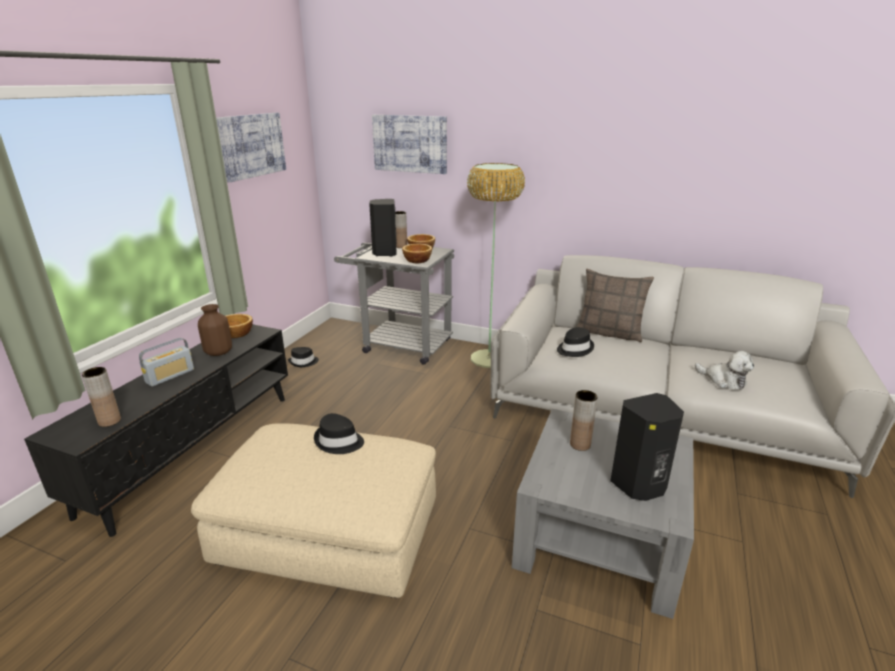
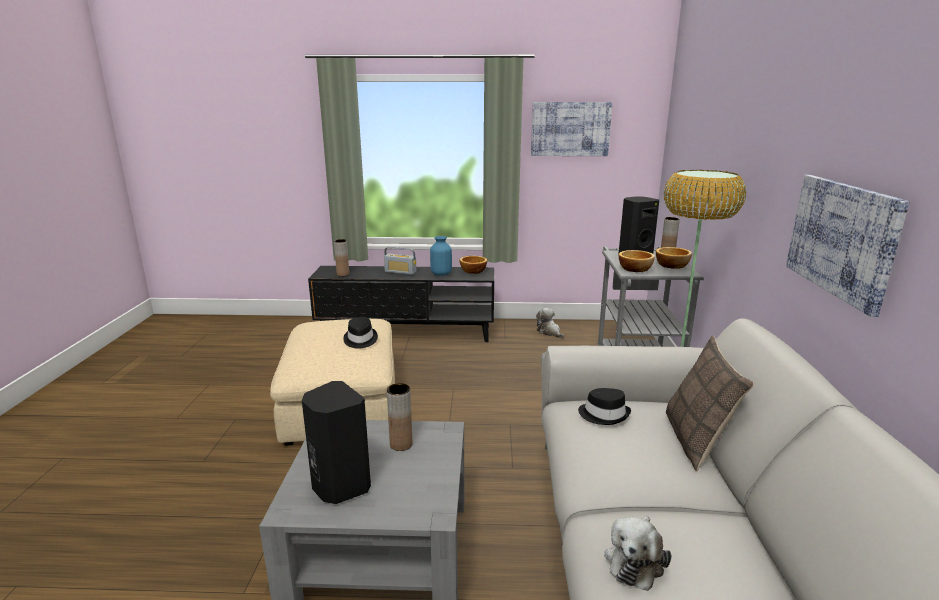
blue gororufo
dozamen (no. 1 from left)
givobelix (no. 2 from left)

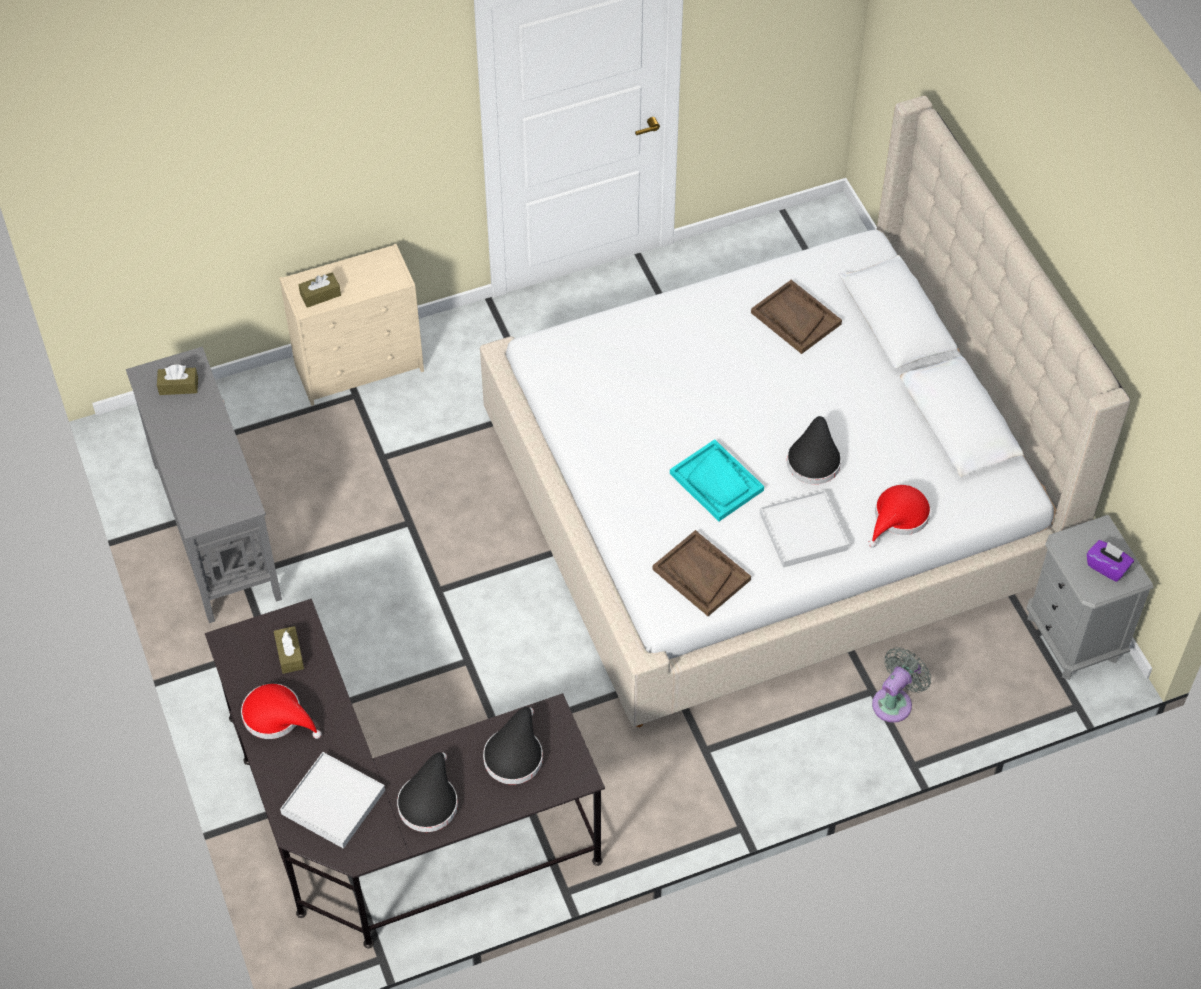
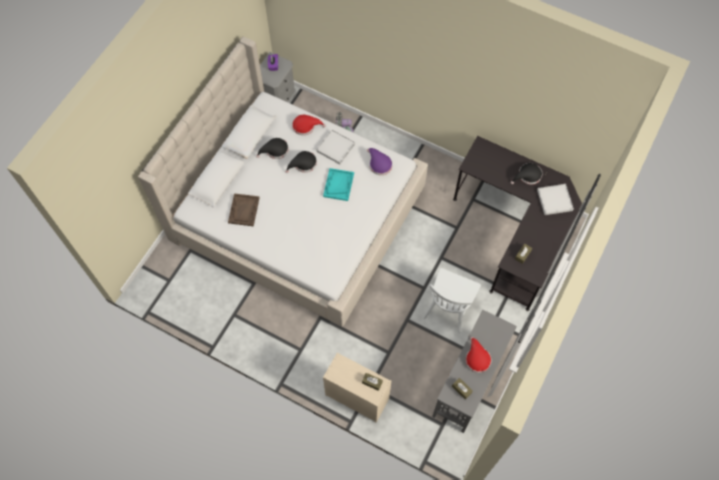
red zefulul (no. 2 from left)
black zefulul (no. 1 from left)
purple zefulul
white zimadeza

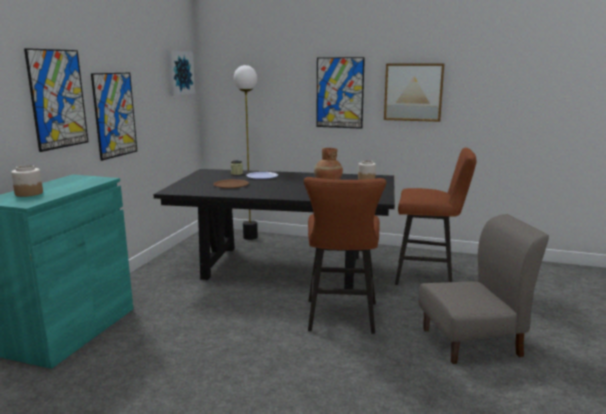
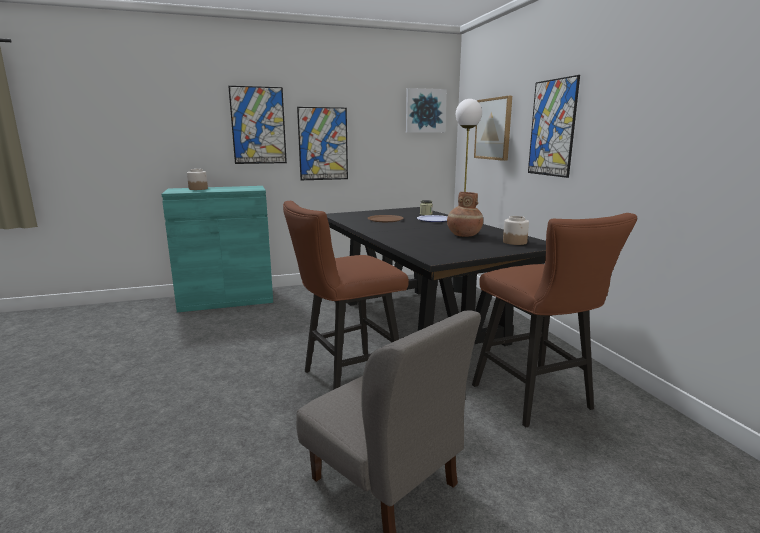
givobelix (no. 4 from left)

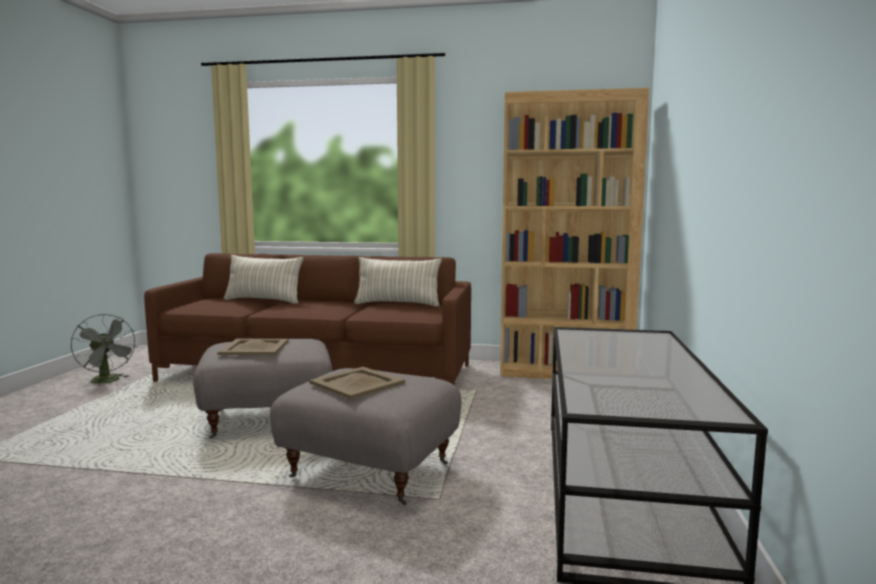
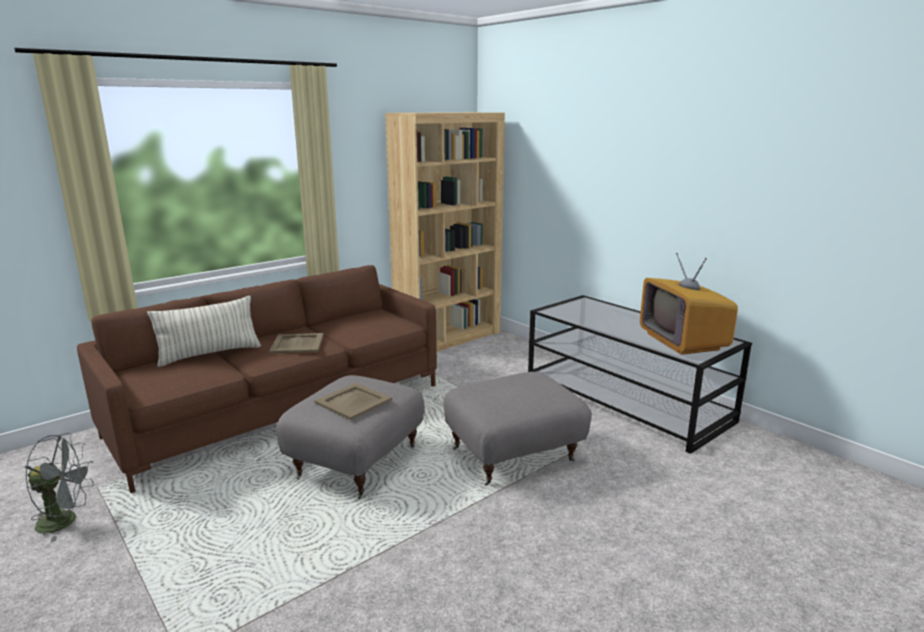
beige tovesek (no. 1 from left)
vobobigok (no. 2 from left in the first image)
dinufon

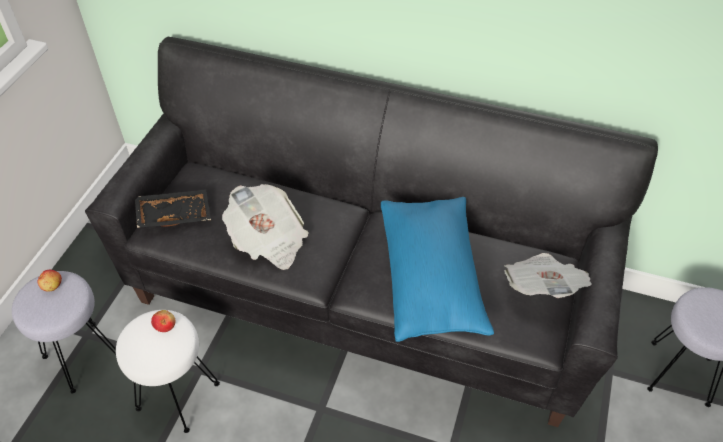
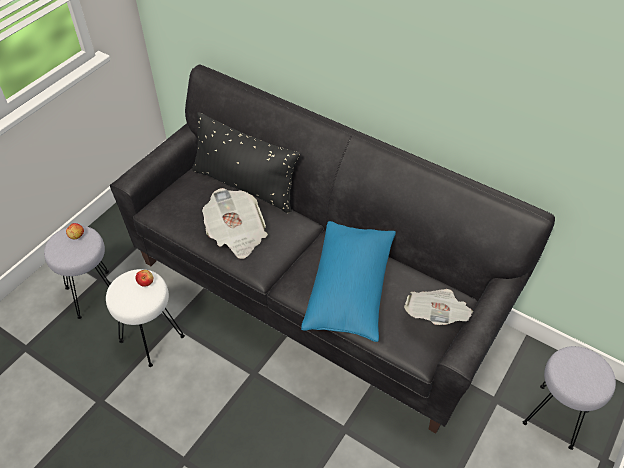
black tovesek
black vobobigok

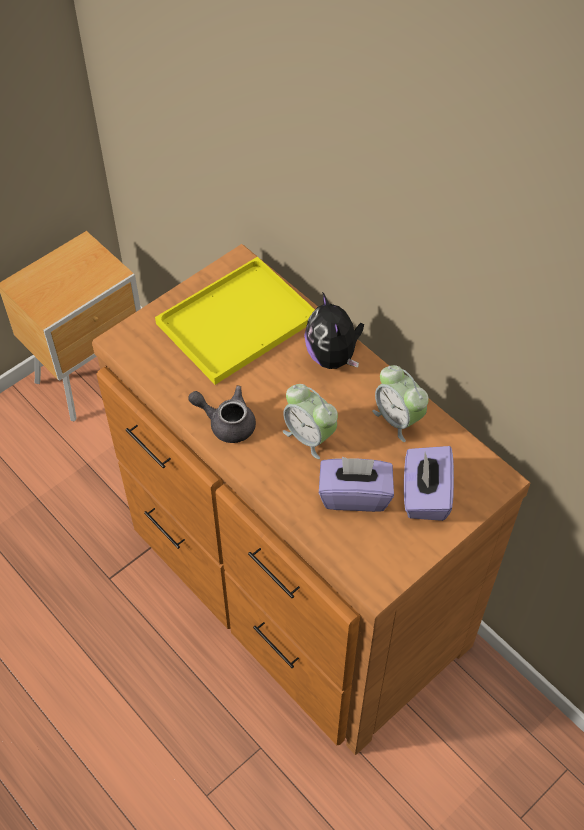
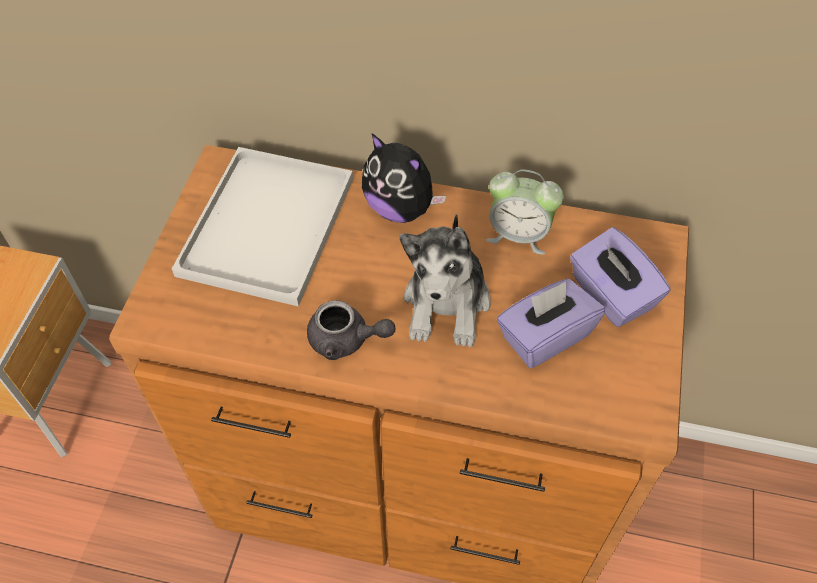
white tovesek
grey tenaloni
dozamen (no. 2 from left)

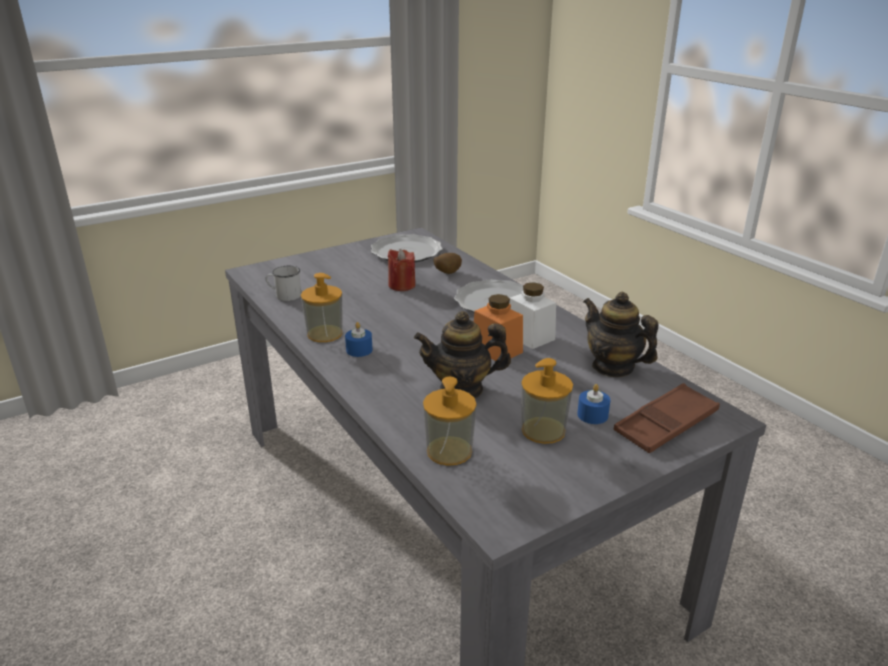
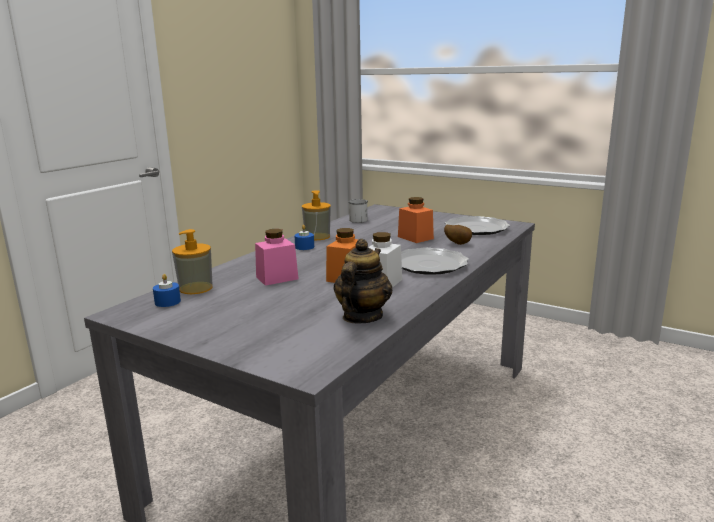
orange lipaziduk (no. 2 from left)
pink lipaziduk
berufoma (no. 3 from left in the first image)
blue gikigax (no. 1 from left)
brown tovesek

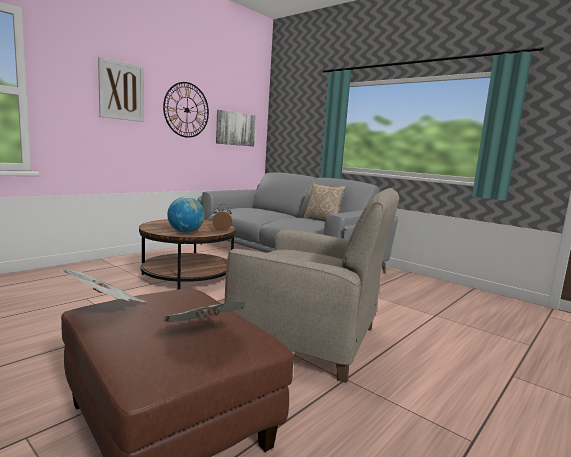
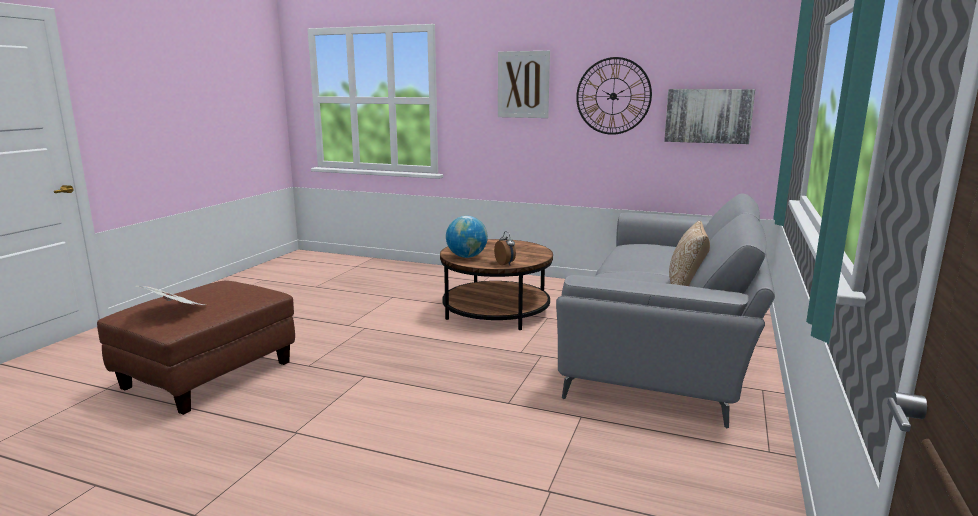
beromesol (no. 1 from left in the first image)
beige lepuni

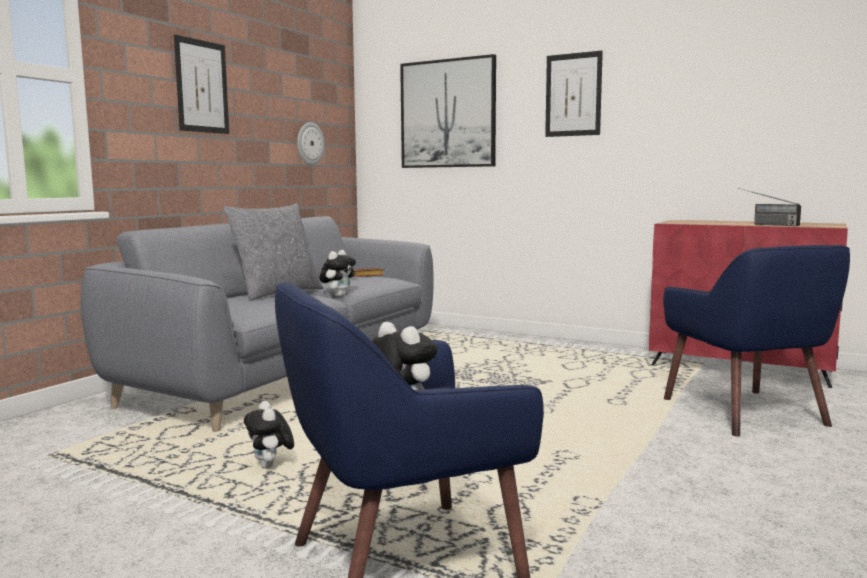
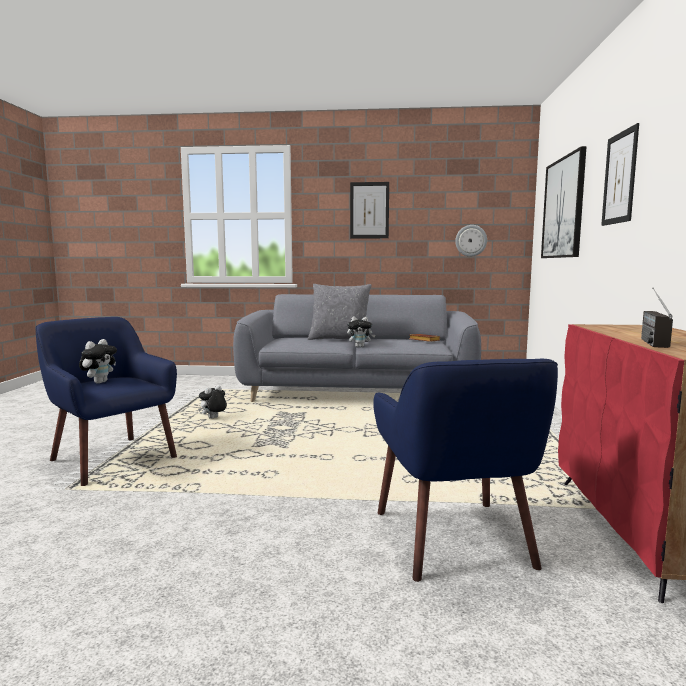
blue lepuni (no. 2 from left)

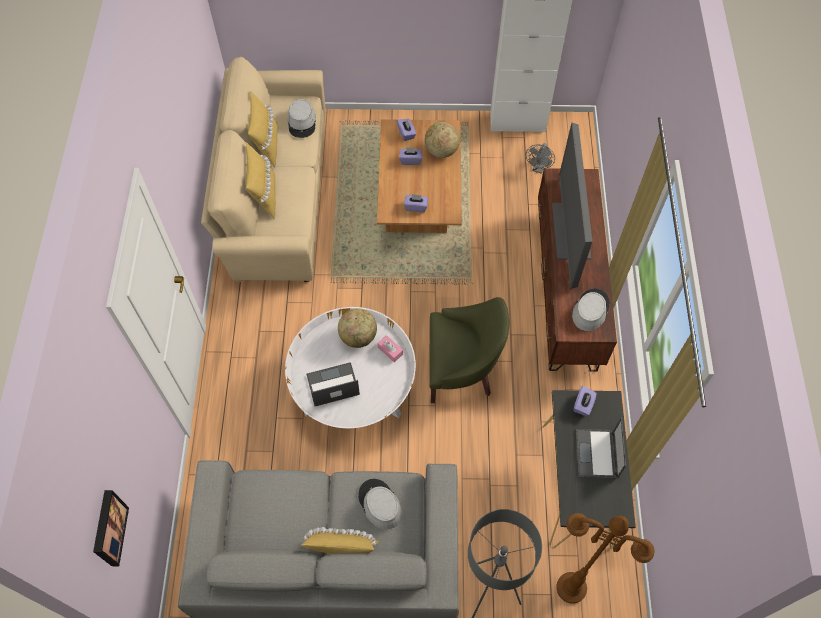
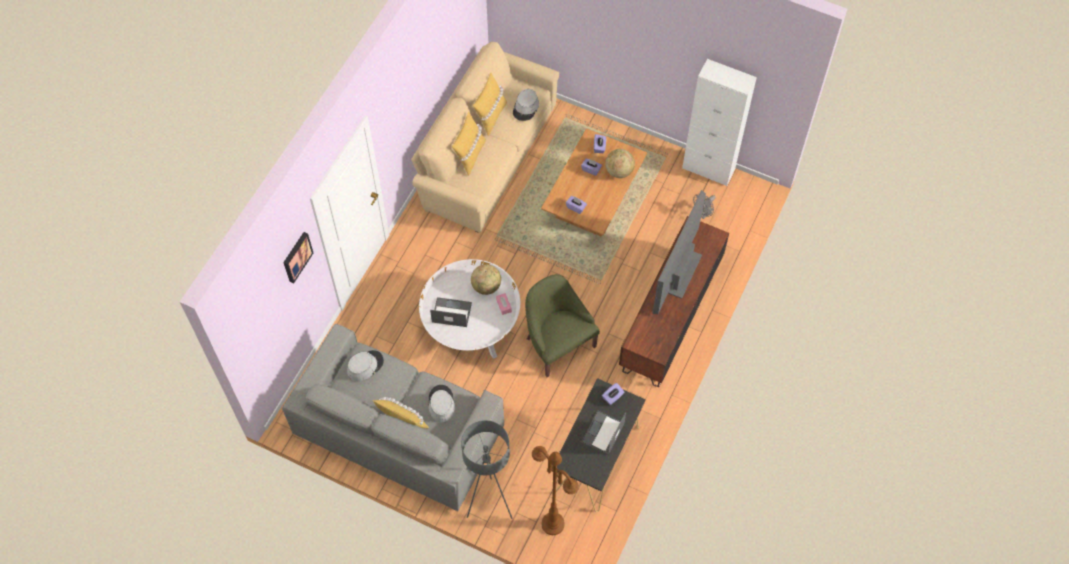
givobelix
green lepuni
grey zefulul (no. 1 from left)

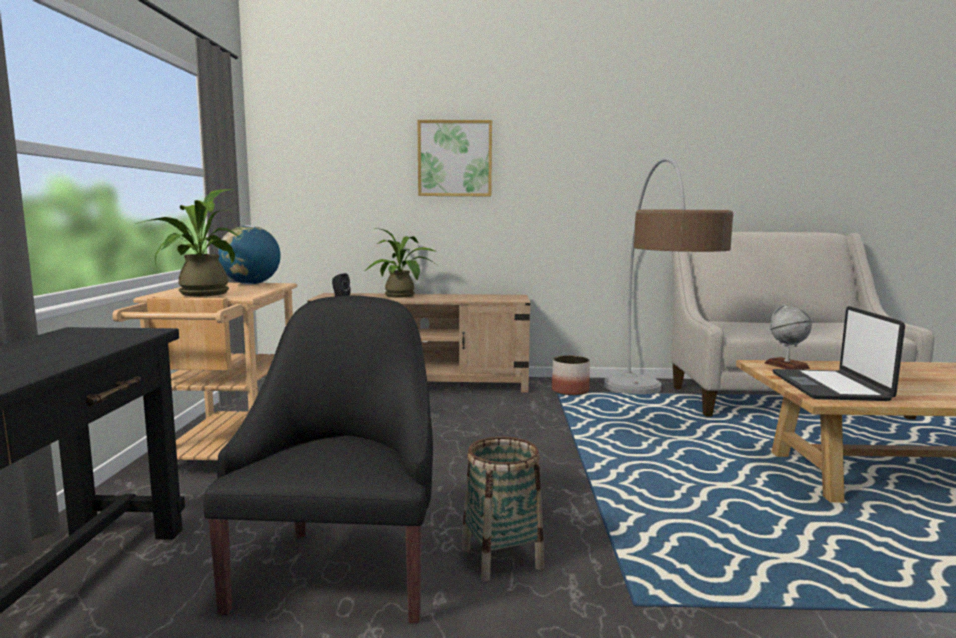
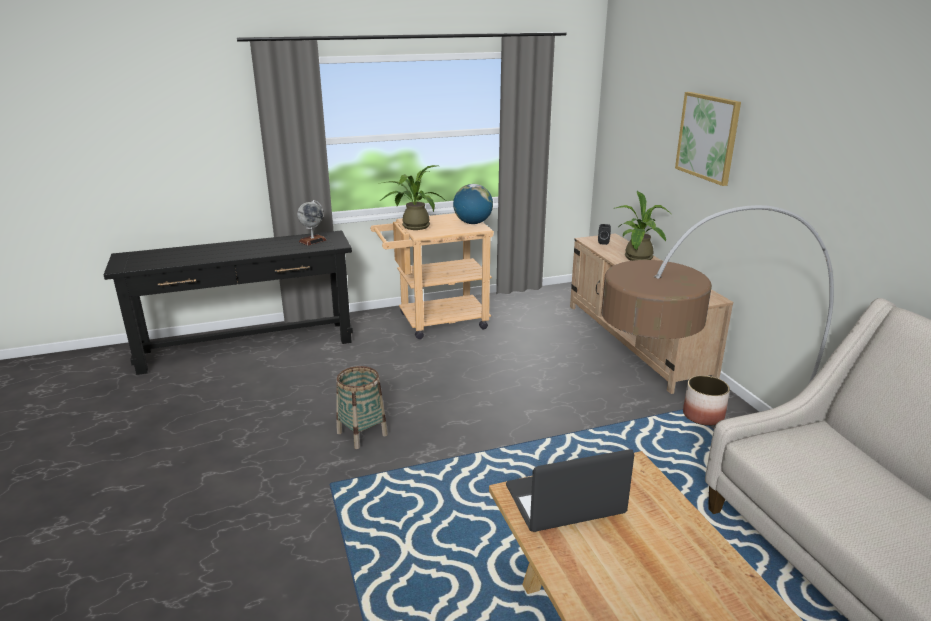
black lepuni
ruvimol (no. 1 from left)

